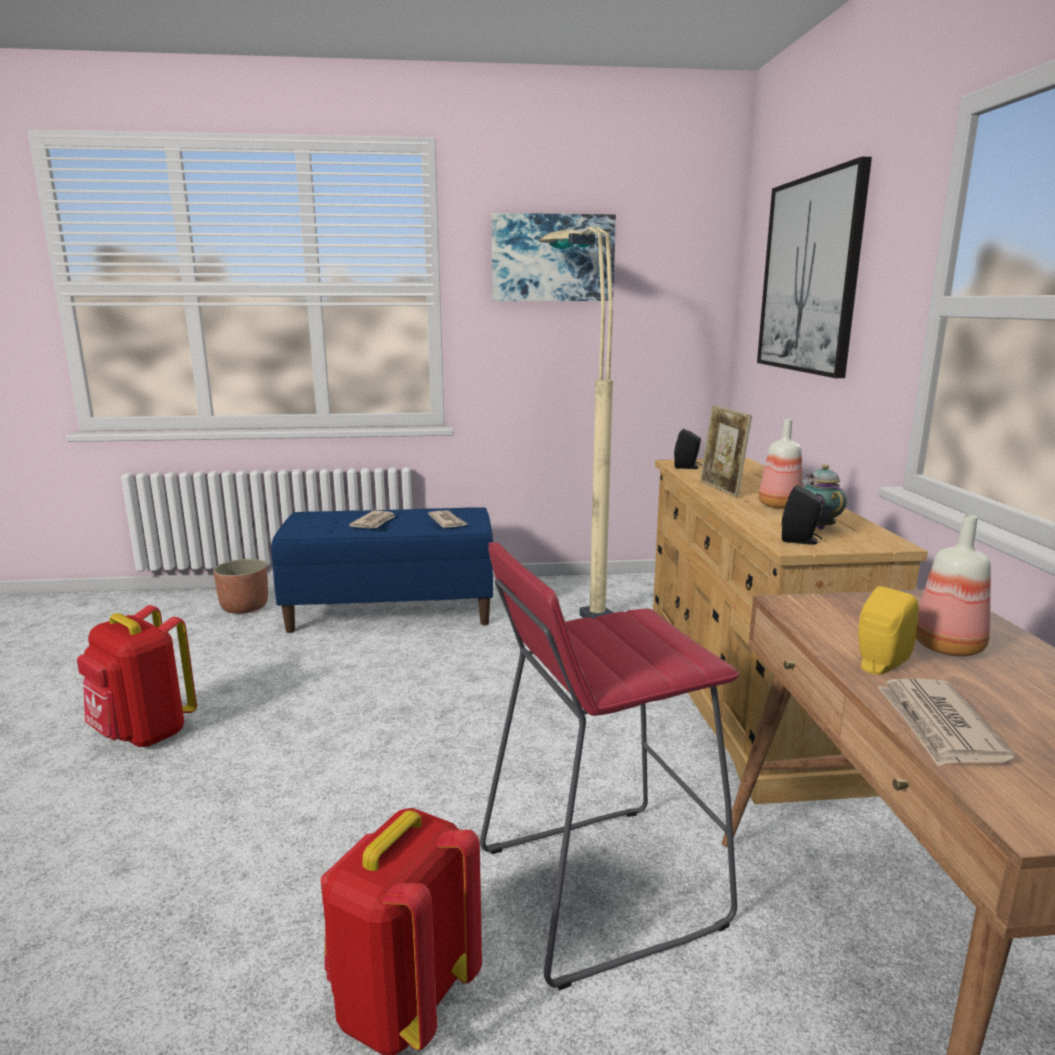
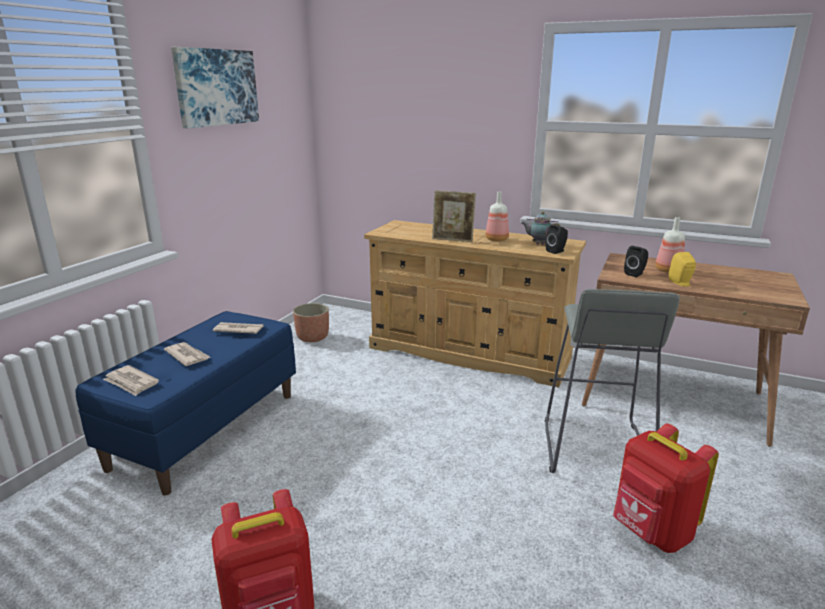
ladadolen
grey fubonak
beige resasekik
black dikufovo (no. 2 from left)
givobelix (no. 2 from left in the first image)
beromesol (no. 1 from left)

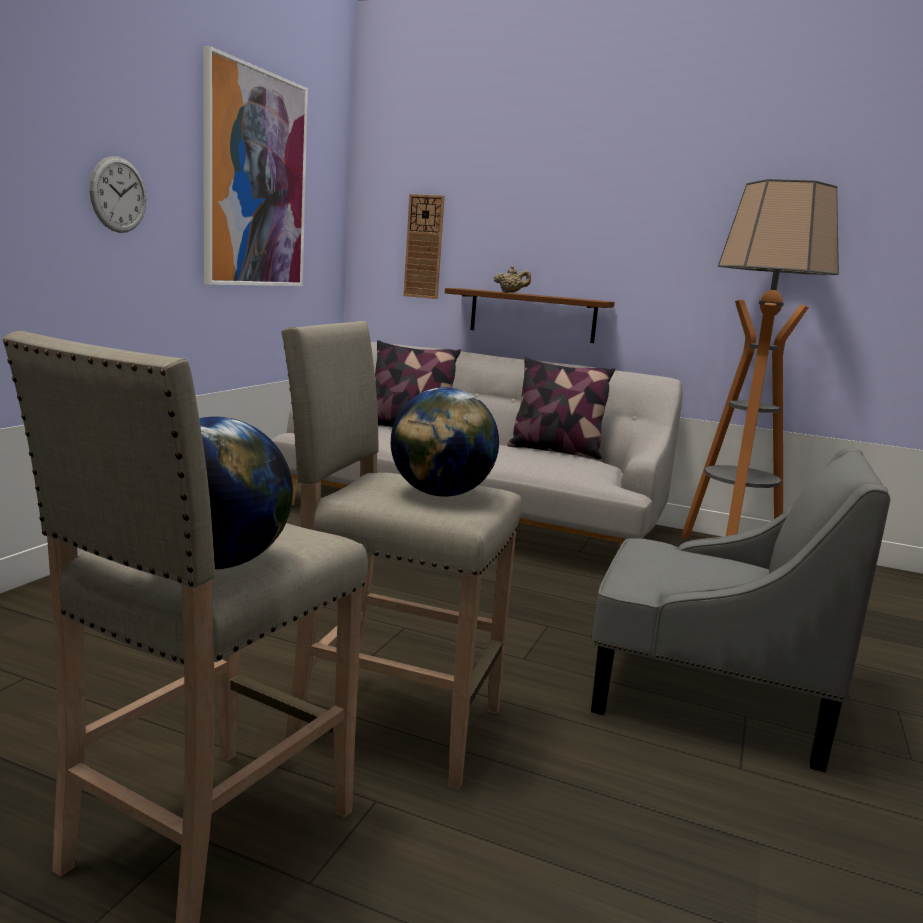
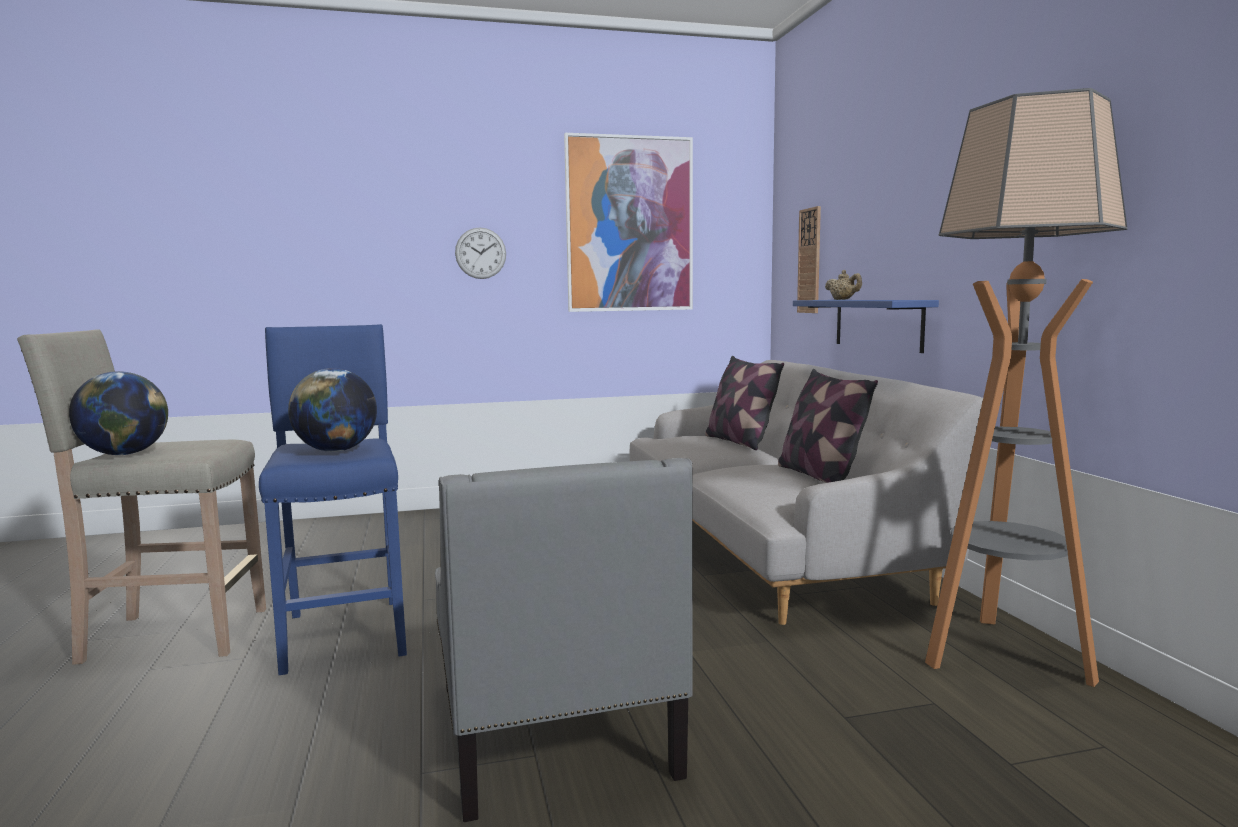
blue fubonak
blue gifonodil

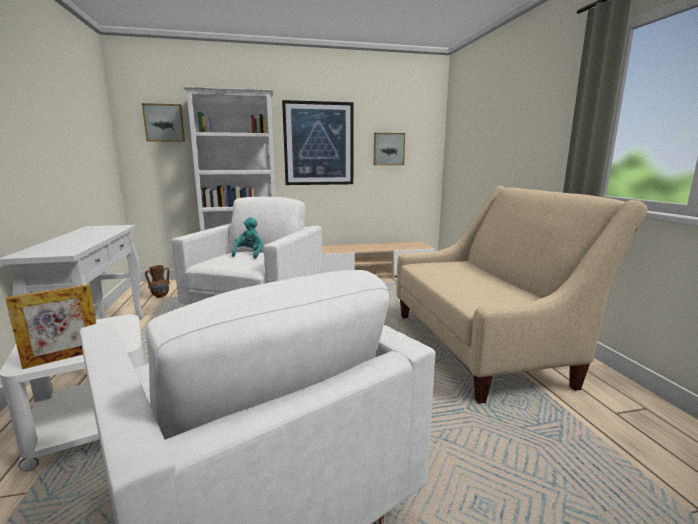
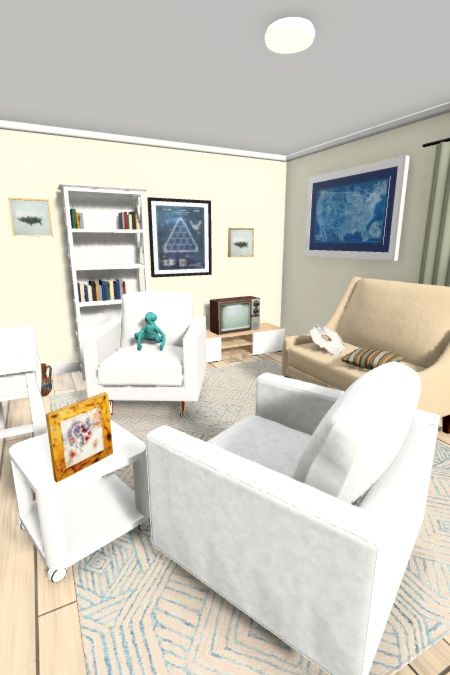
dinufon
givobelix (no. 4 from left)
beromesol
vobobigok

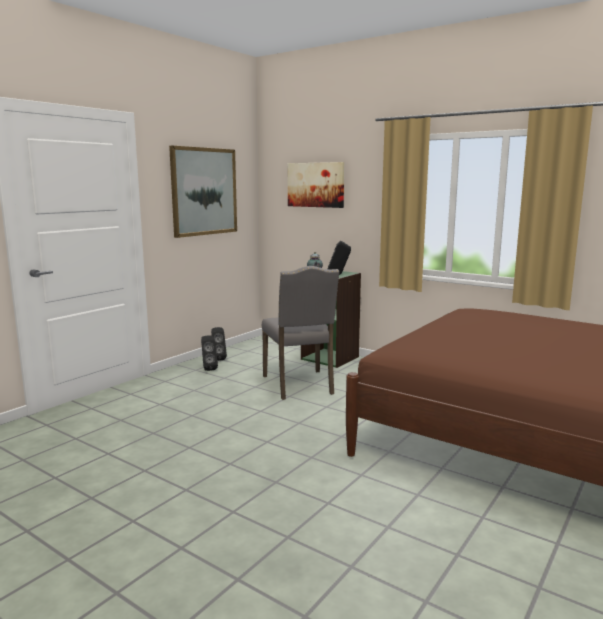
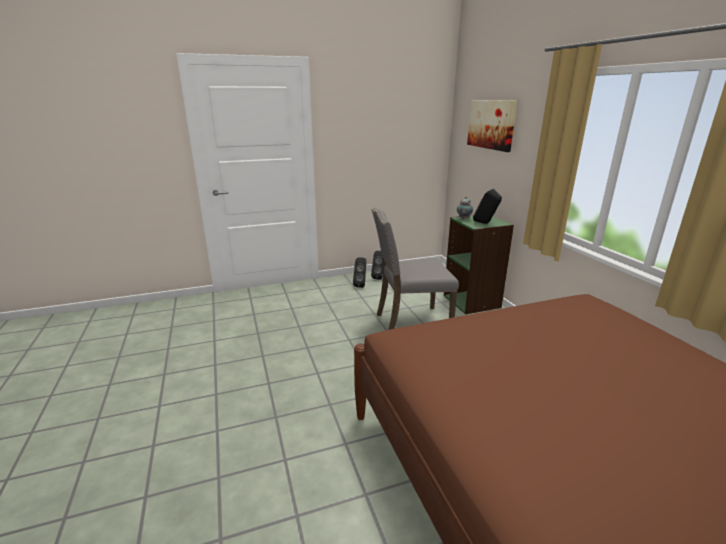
givobelix (no. 1 from left in the first image)
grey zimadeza

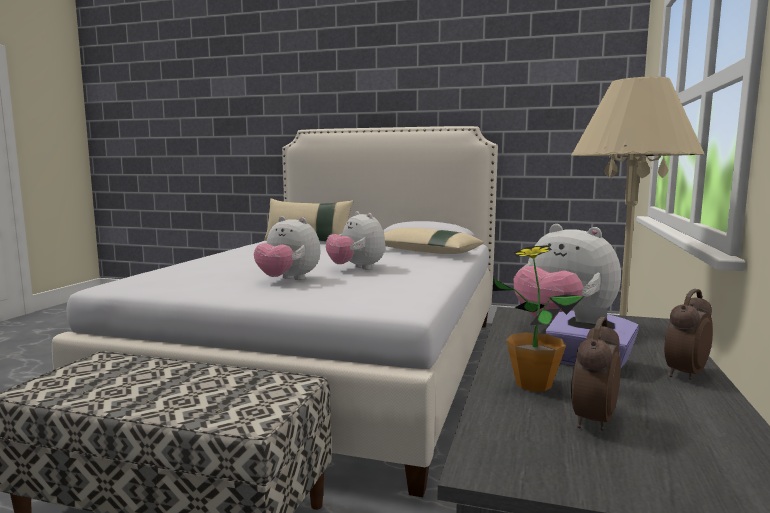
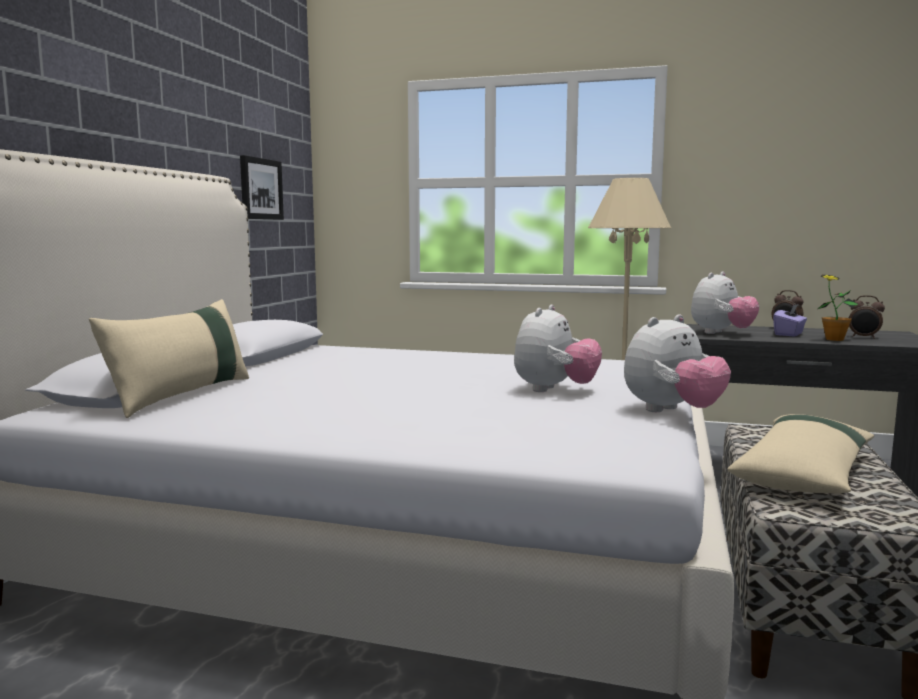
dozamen (no. 2 from left)
beige vobobigok (no. 2 from left)
givobelix

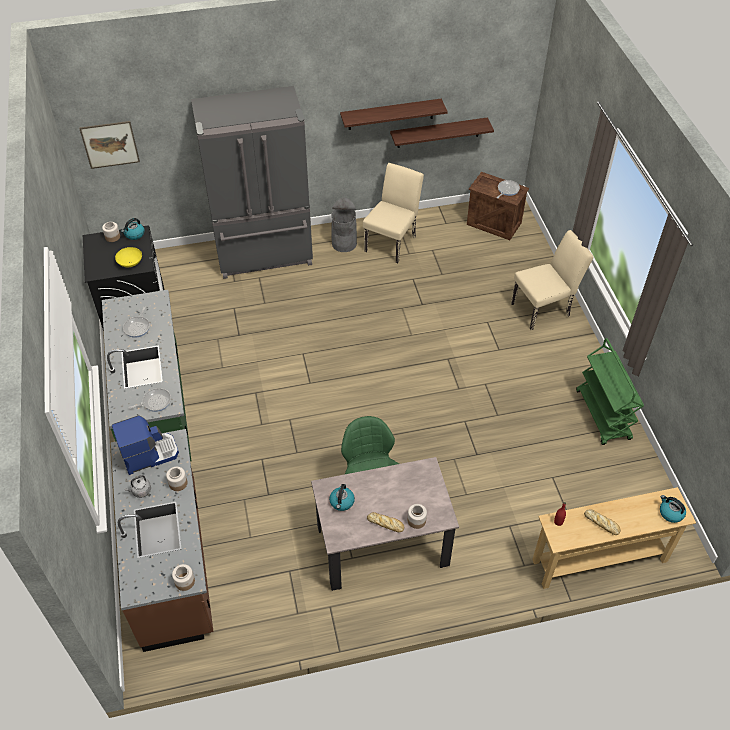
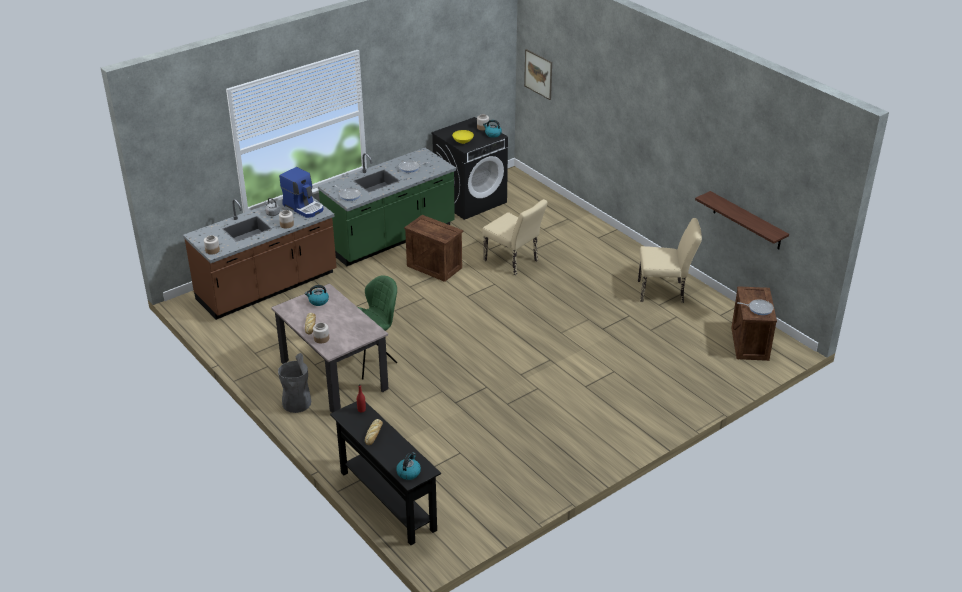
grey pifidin
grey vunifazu
gifonodil (no. 1 from left in the first image)
beige zimadeza (no. 1 from left)
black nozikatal
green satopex
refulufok (no. 1 from left)

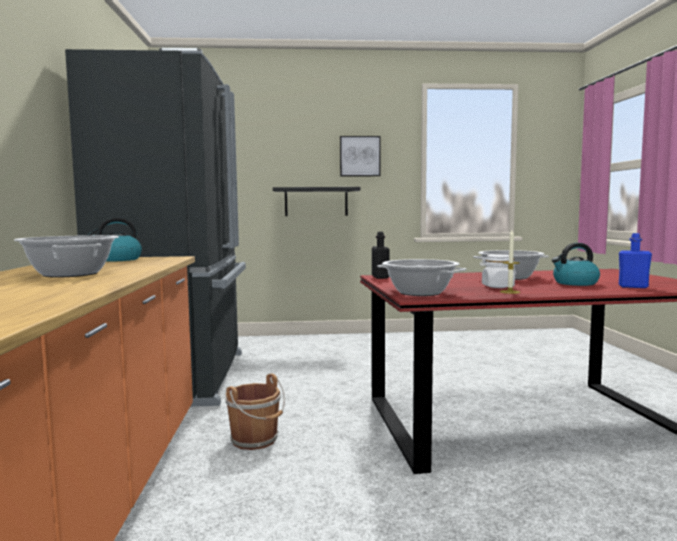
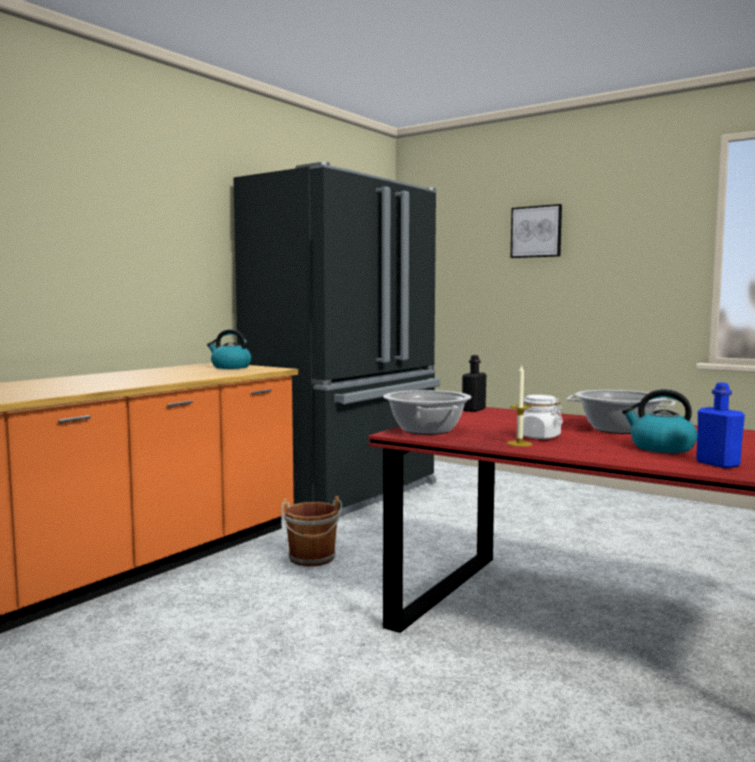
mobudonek (no. 1 from left in the first image)
black gifonodil
givobelix

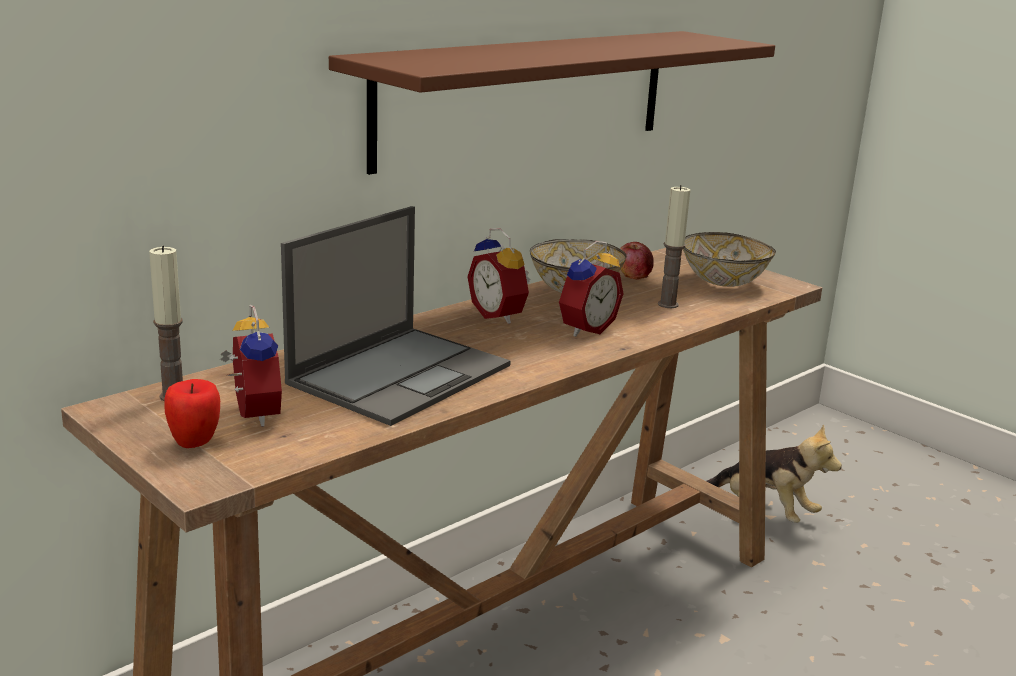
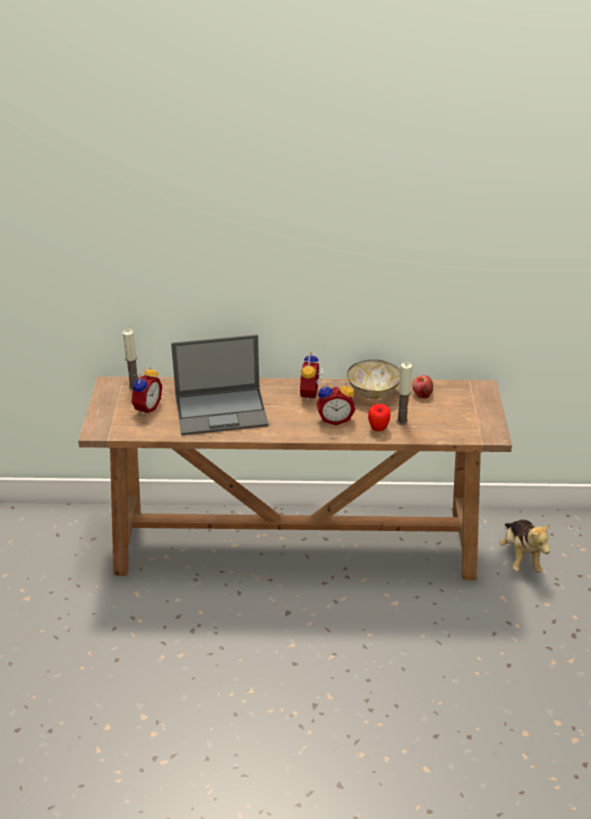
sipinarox (no. 1 from left)
brown gifonodil
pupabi (no. 2 from left in the first image)

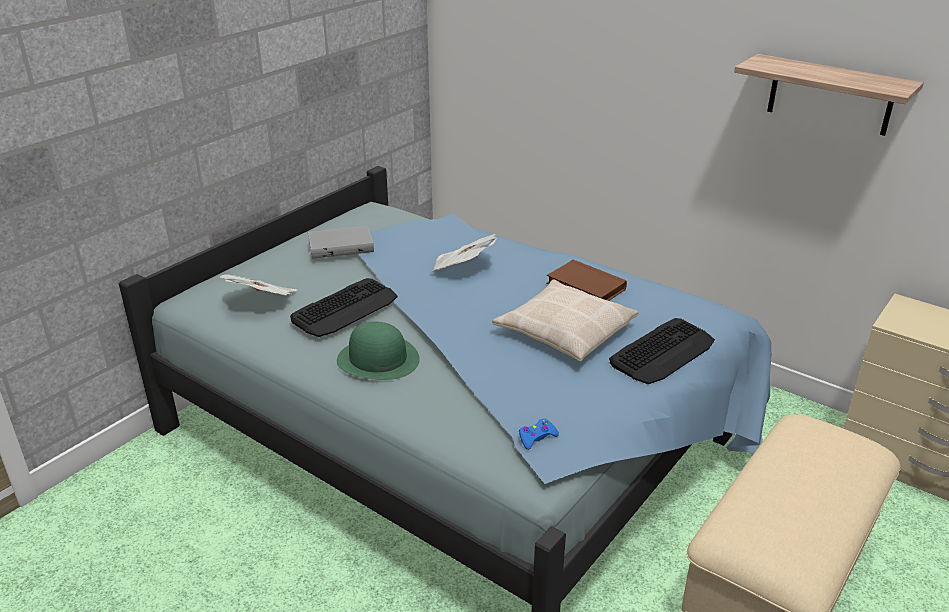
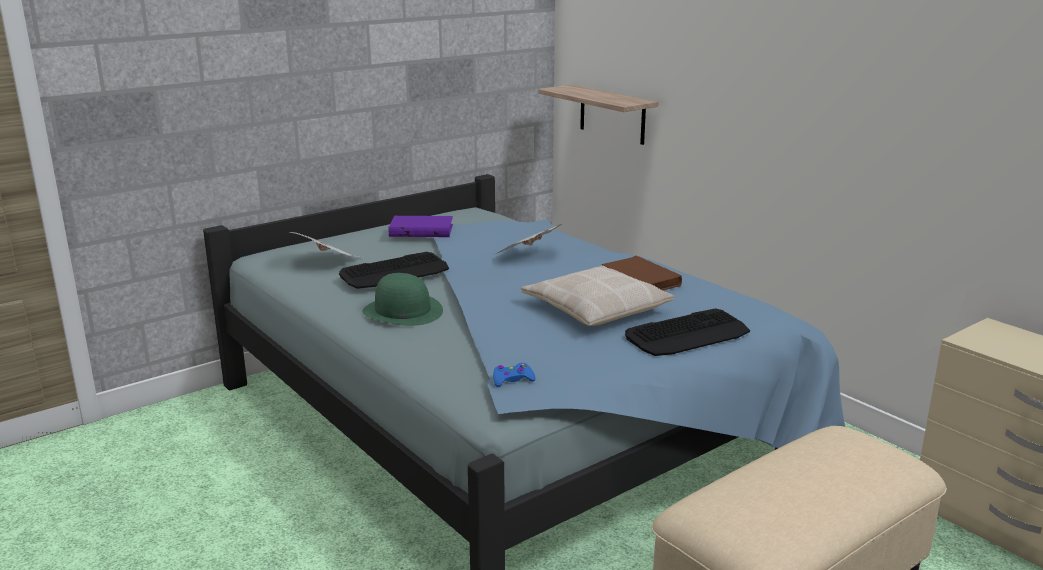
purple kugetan
gifonodil

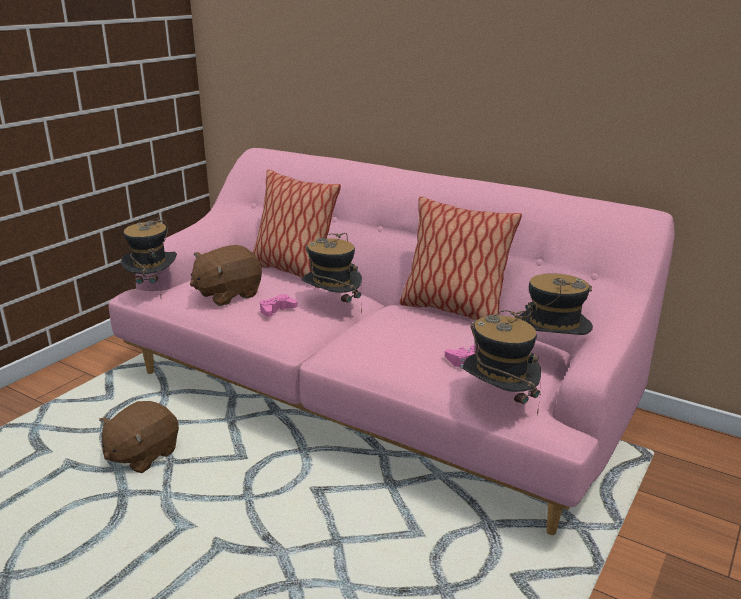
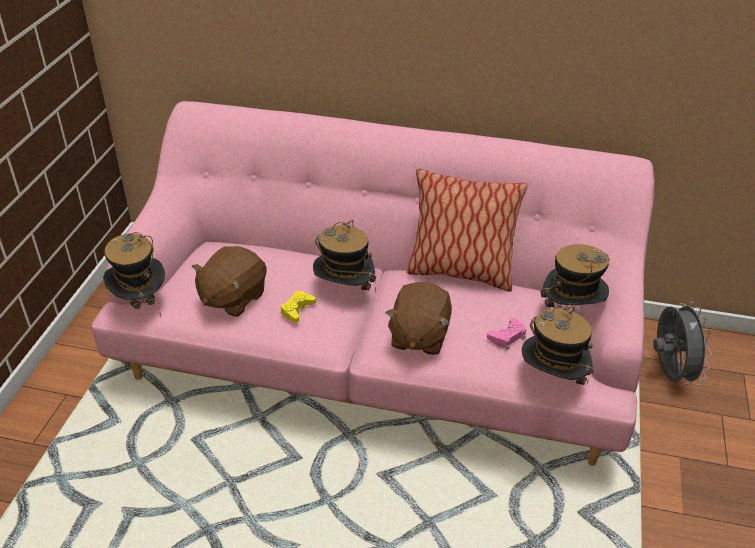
brown dozamen (no. 2 from left)
vobobigok (no. 1 from left in the first image)
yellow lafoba
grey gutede

